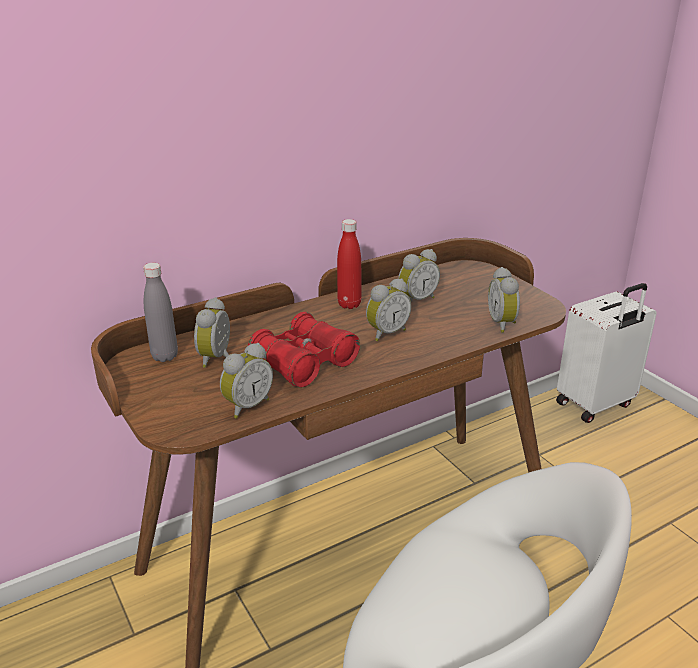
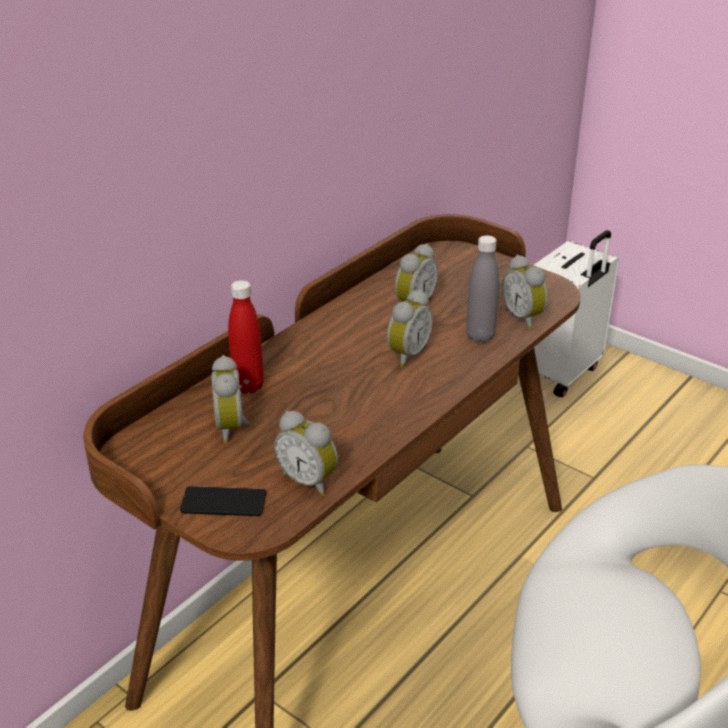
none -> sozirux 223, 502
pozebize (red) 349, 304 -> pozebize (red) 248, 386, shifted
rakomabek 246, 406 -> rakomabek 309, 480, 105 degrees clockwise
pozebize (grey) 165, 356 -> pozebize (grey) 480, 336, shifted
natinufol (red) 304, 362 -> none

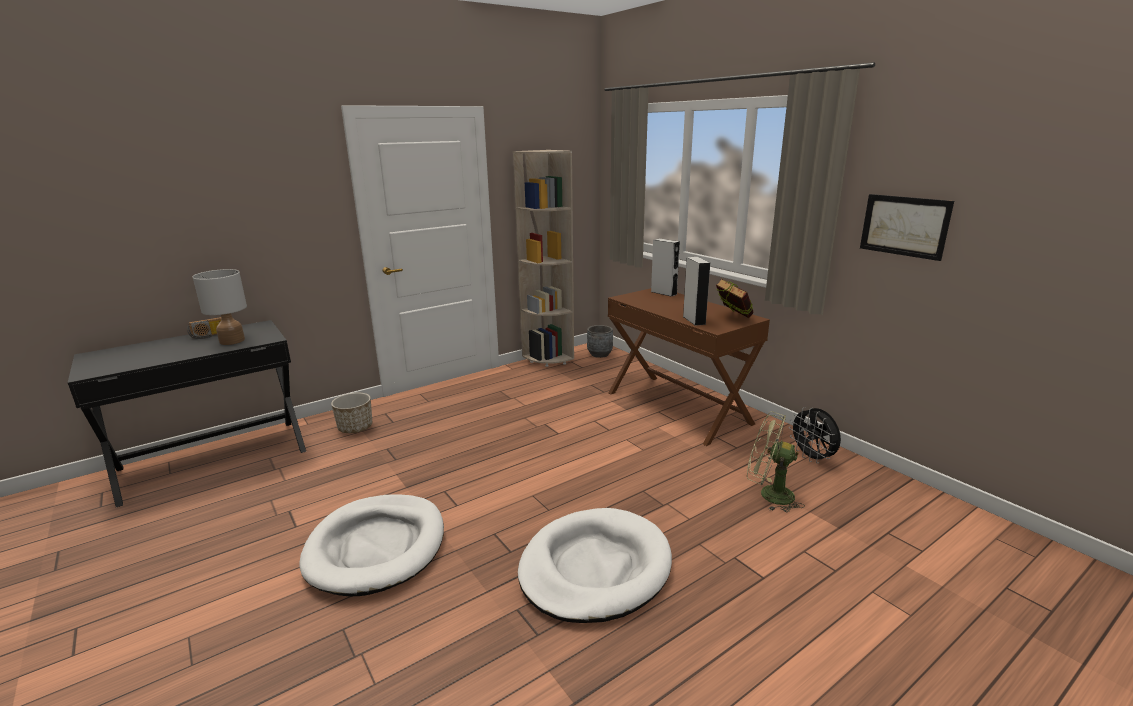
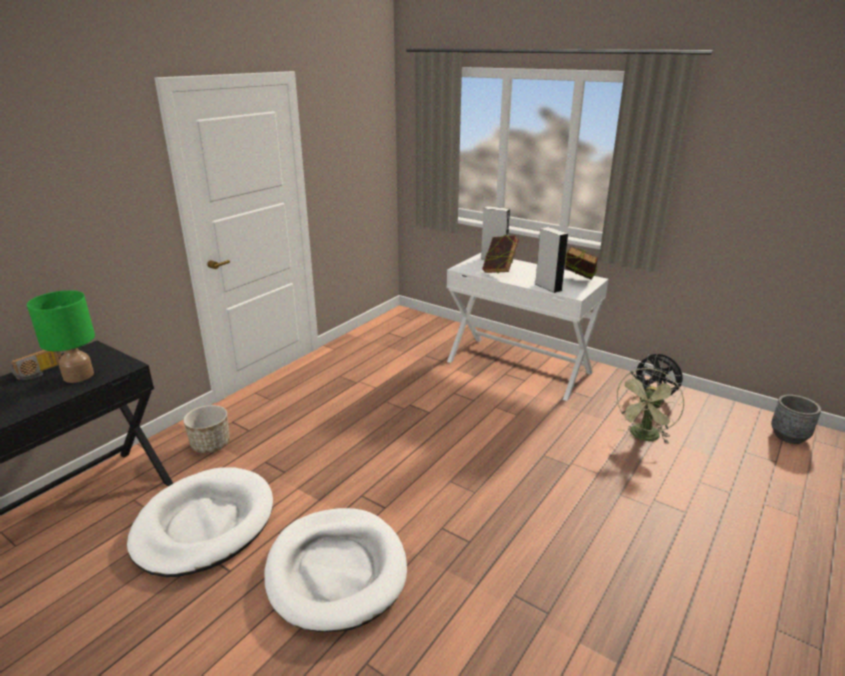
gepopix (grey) 231, 341 -> gepopix (green) 78, 376
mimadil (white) 594, 568 -> mimadil (white) 204, 524, shifted
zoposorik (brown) 678, 407 -> zoposorik (white) 518, 366
none -> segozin 499, 272
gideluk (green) 768, 494 -> gideluk (green) 643, 437, 60 degrees counterclockwise
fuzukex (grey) 599, 354 -> fuzukex (grey) 788, 436, shifted
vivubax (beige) 548, 362 -> none
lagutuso 904, 226 -> none

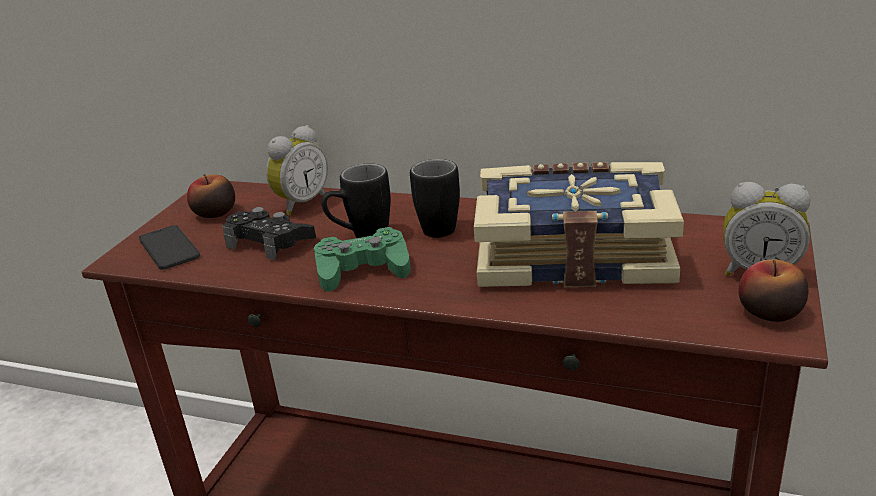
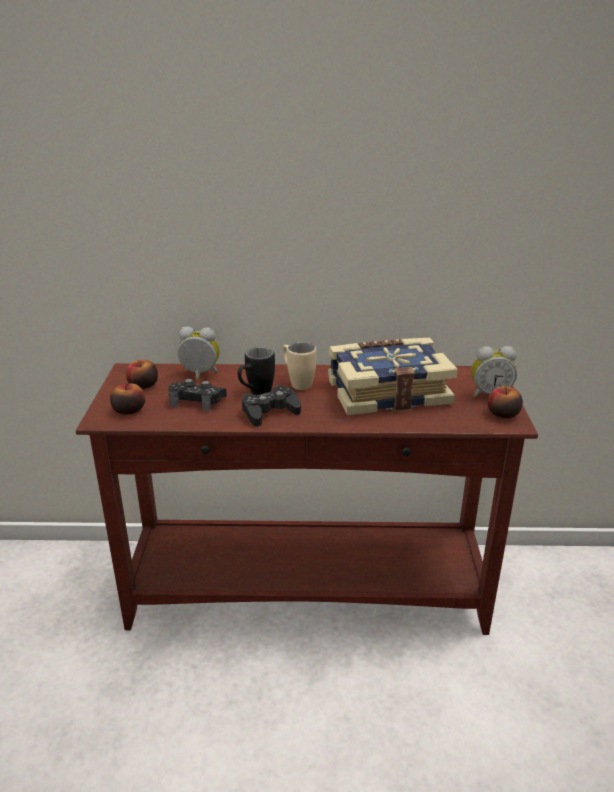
sozirux 169, 248 -> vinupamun 129, 410
rakomabek 301, 203 -> rakomabek 199, 375, 105 degrees counterclockwise
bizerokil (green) 363, 269 -> bizerokil (black) 270, 412
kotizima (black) 434, 225 -> kotizima (beige) 297, 382

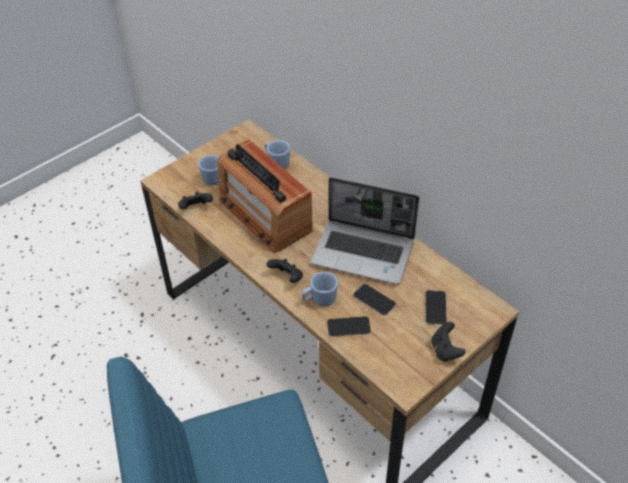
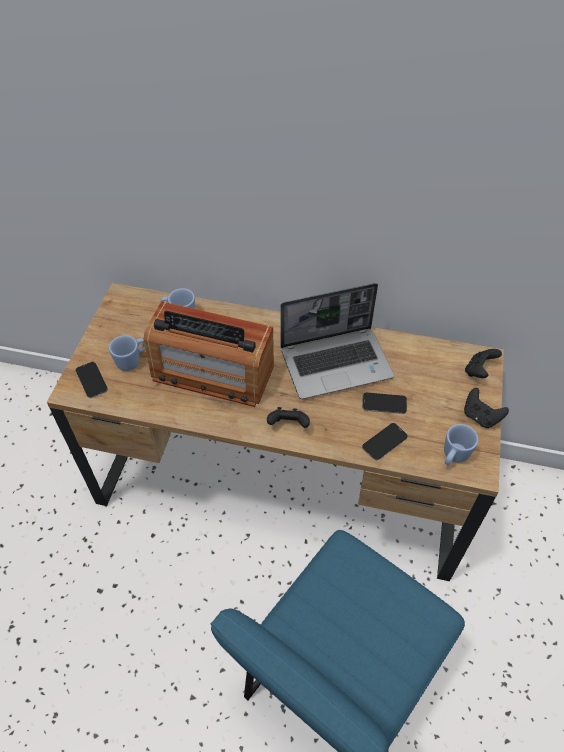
sozirux 435, 308 -> sozirux 91, 380, shifted
kotizima (blue) 319, 300 -> kotizima (blue) 453, 457, shifted
bizerokil (black) 196, 208 -> bizerokil (black) 478, 371, shifted

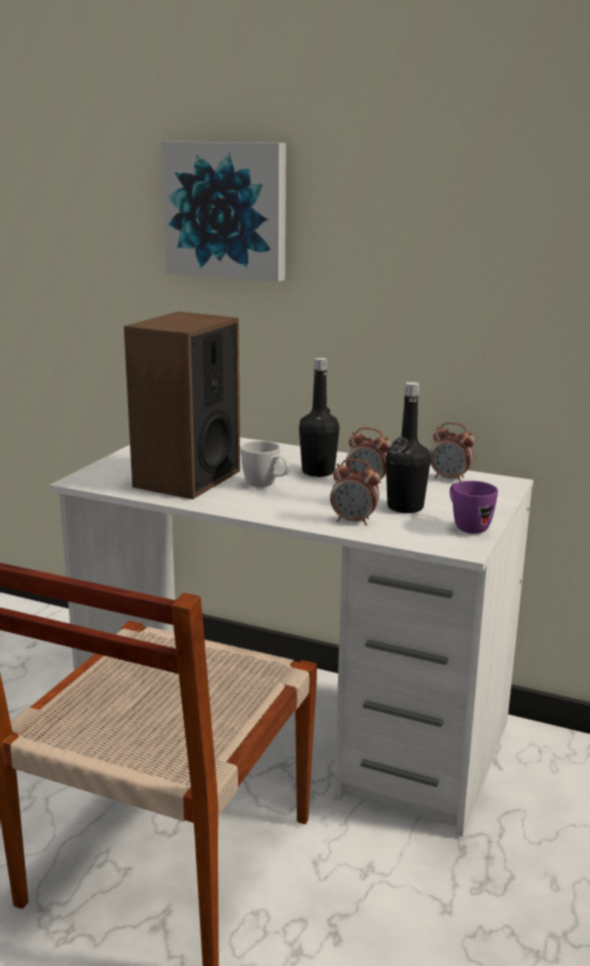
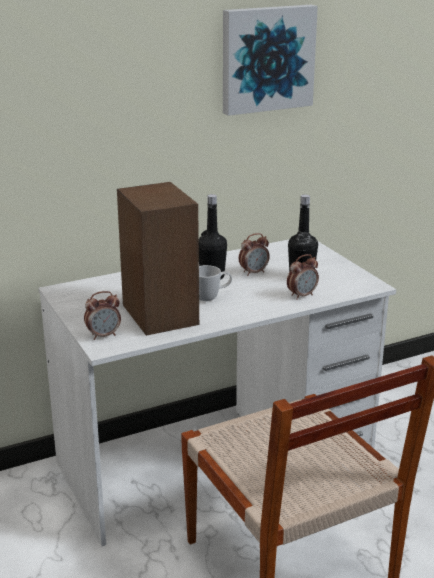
rakomabek 450, 478 -> rakomabek 103, 335, shifted
lagutuso 227, 210 -> lagutuso 266, 58, shifted
kotizima (purple) 466, 527 -> none

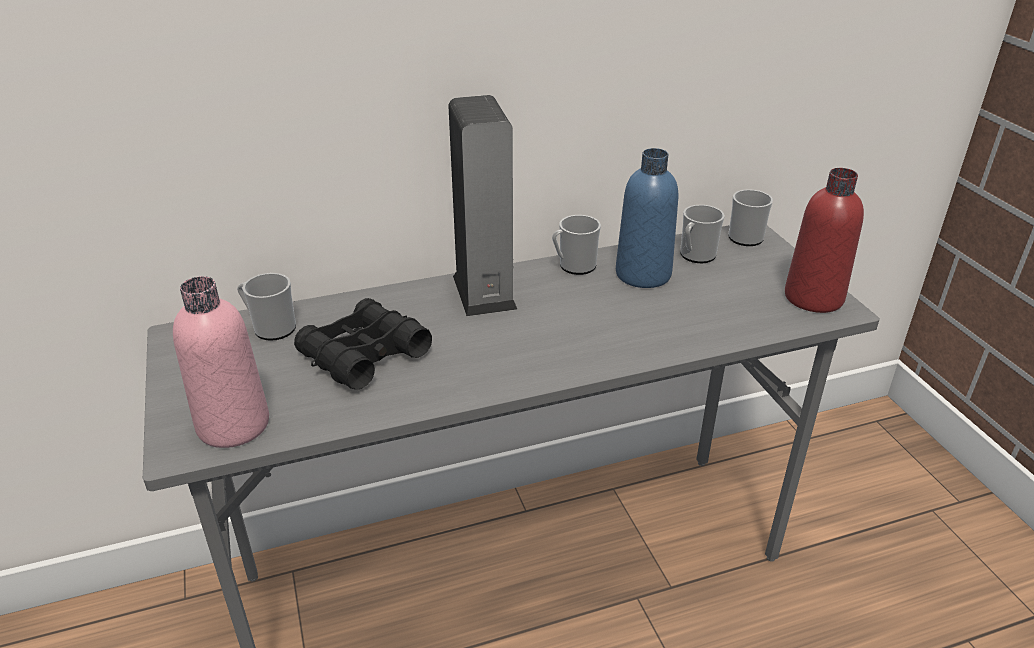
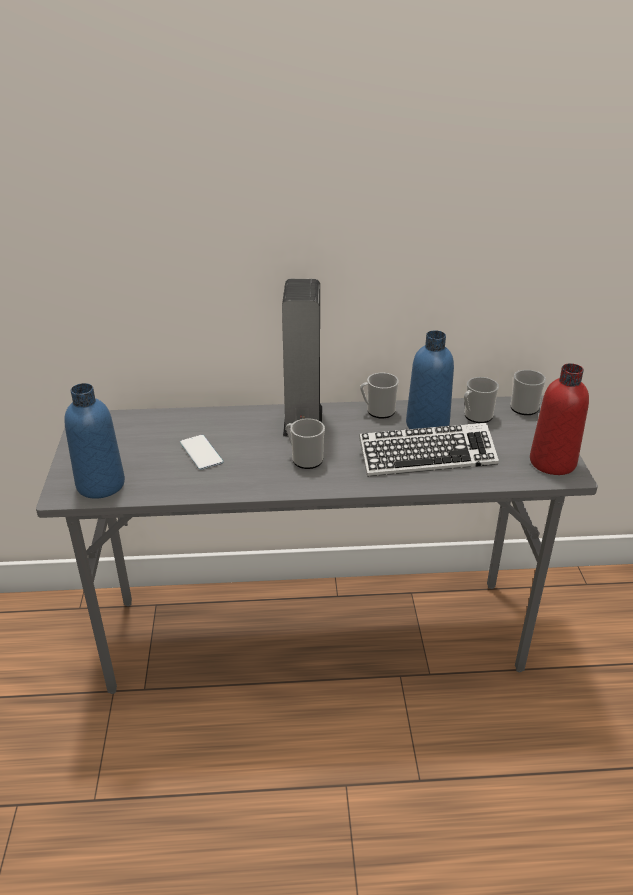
pozebize (pink) 233, 425 -> pozebize (blue) 100, 484
natinufol (black) 364, 355 -> sozirux 201, 452
kotizima 270, 328 -> kotizima 304, 459, shifted
none -> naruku 427, 456

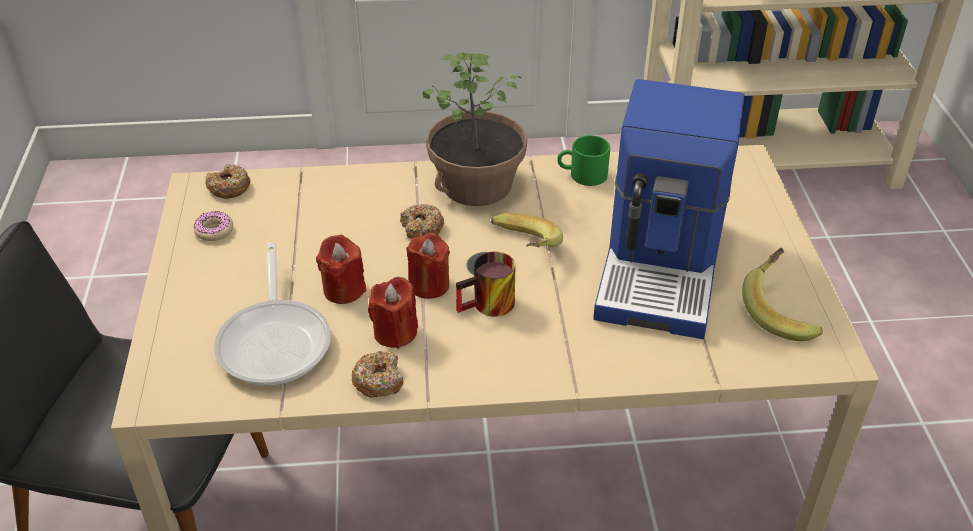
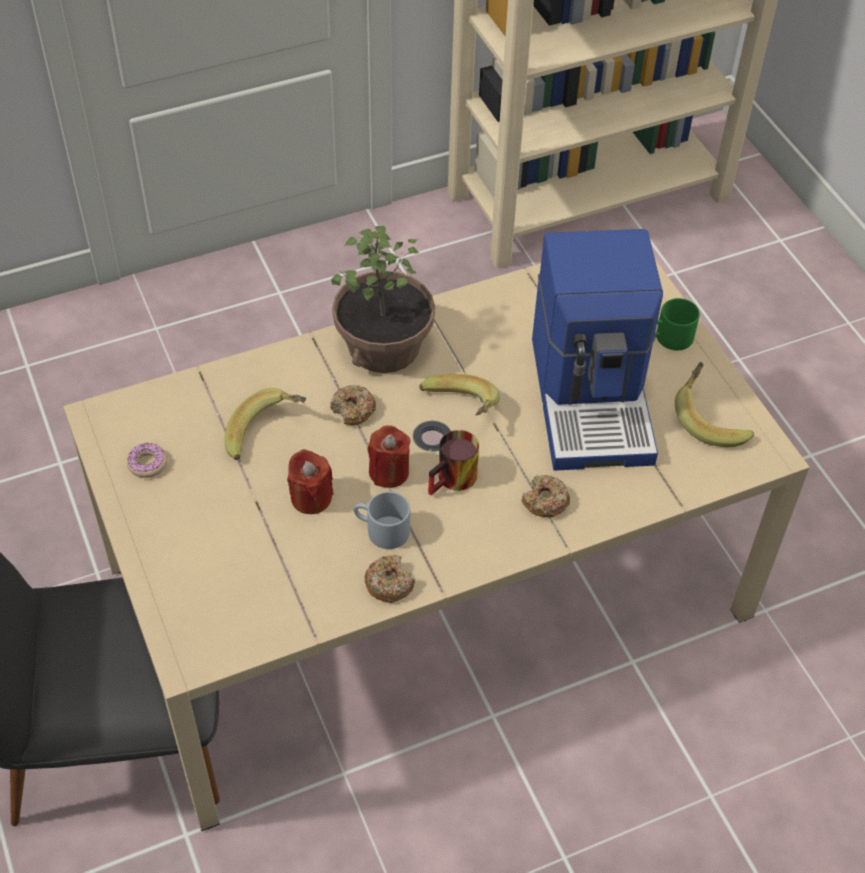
none -> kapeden 266, 435
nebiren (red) 395, 332 -> kotizima (grey) 381, 530
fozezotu 229, 188 -> fozezotu 545, 501, shifted
kotizima (green) 582, 175 -> kotizima (green) 668, 338, shifted
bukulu 276, 340 -> none

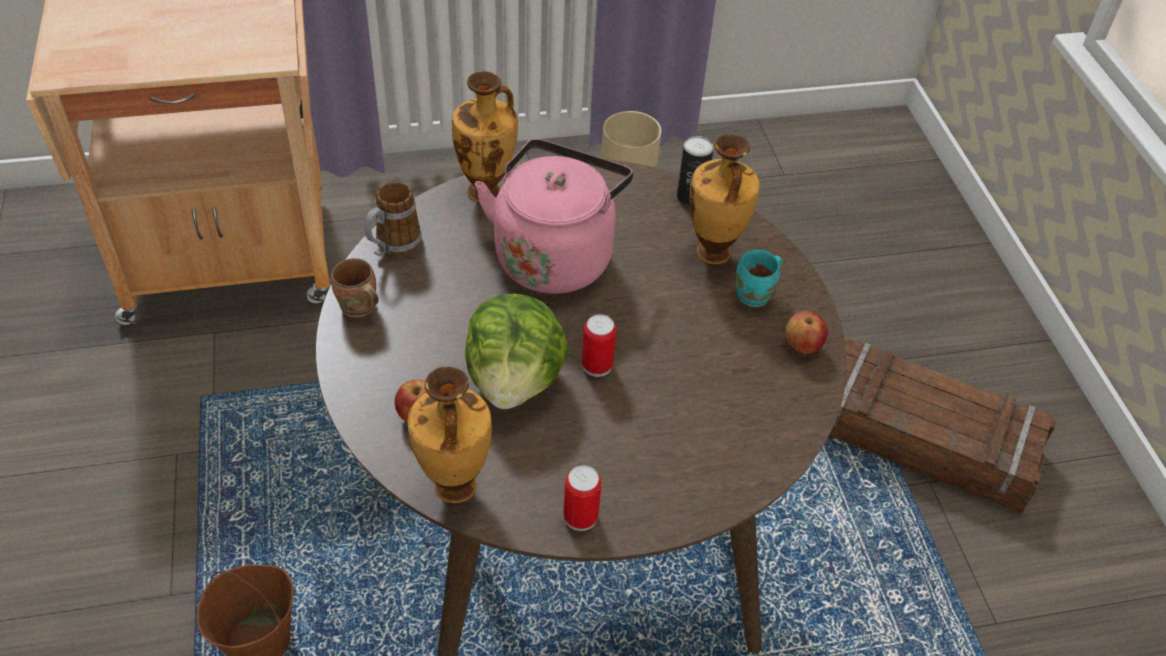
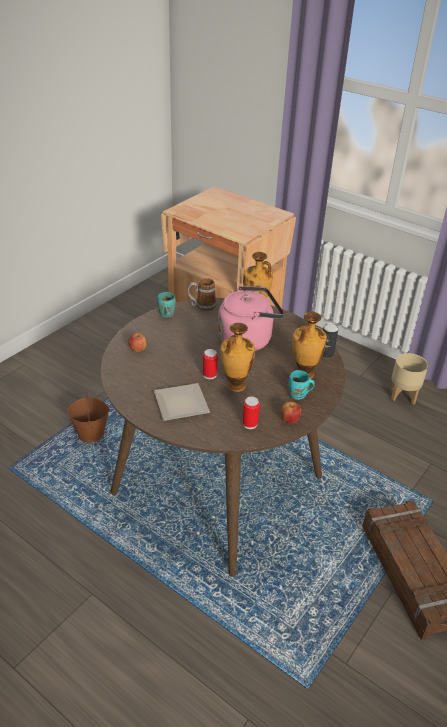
none -> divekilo 179, 403
kotizima (brown) 358, 309 -> kotizima (turquoise) 165, 314
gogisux 454, 489 -> gogisux 235, 386, shifted
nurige 580, 517 -> nurige 250, 424, shifted
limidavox 515, 380 -> none

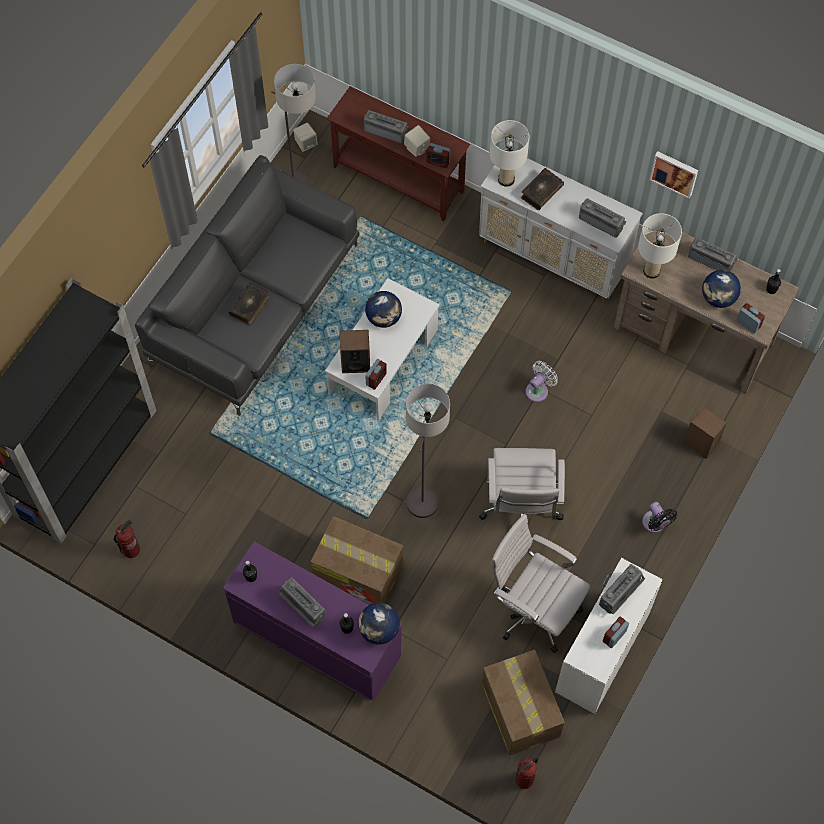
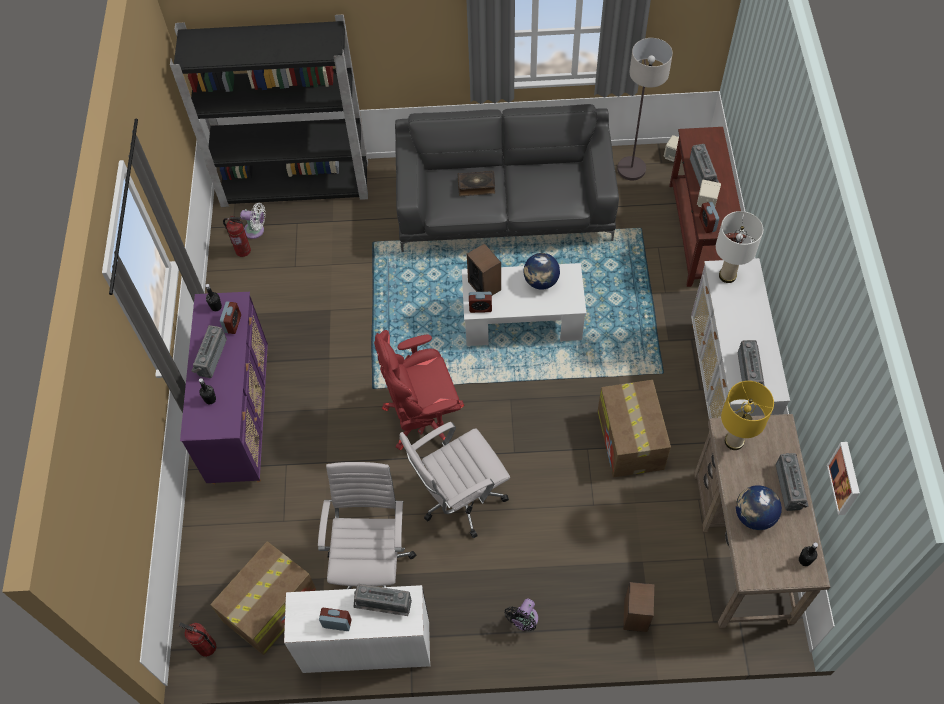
rakomabek 748, 323 -> rakomabek 233, 324, shifted
gideluk (white) 538, 390 -> gideluk (white) 256, 230, shifted
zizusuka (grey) 424, 493 -> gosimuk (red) 424, 417
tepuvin 359, 572 -> tepuvin 630, 441, shifted
gepopix (white) 652, 271 -> gepopix (yellow) 734, 441
lagutuso 674, 173 -> lagutuso 846, 478, shifted
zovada 379, 630 -> none
segozin 541, 192 -> none

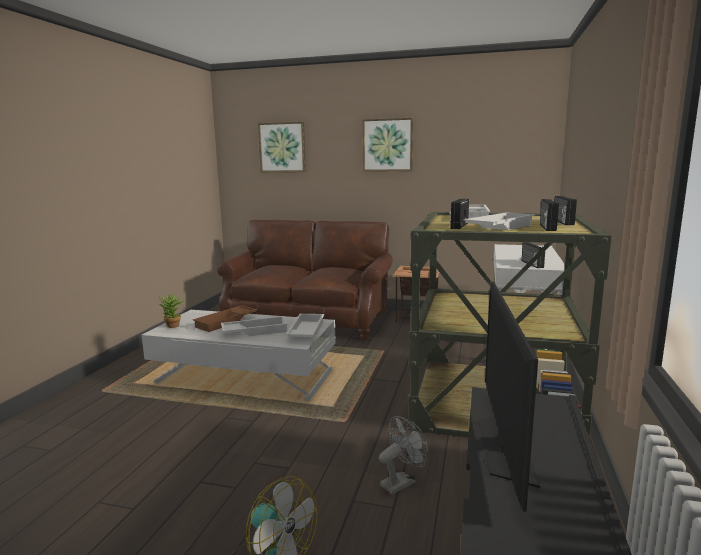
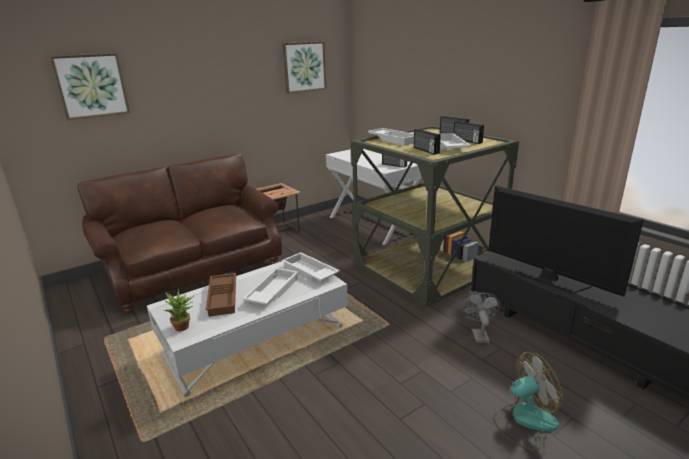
lagutuso 387, 145 -> lagutuso 304, 67, shifted

